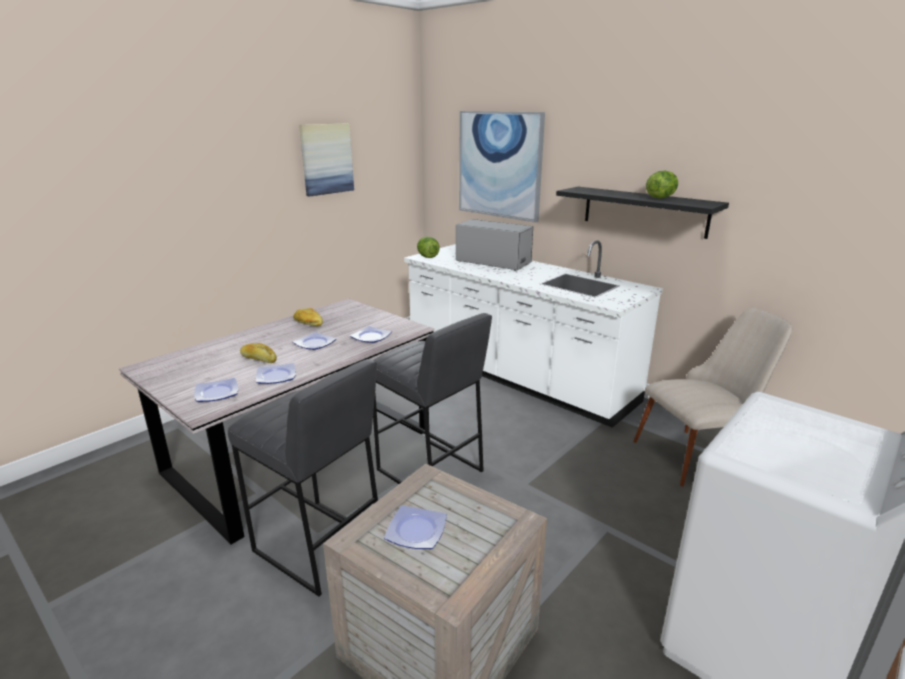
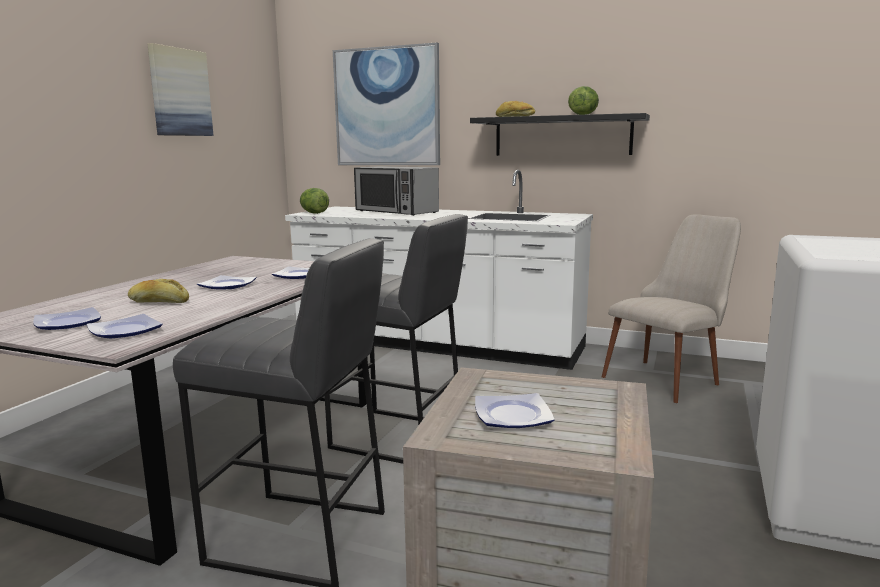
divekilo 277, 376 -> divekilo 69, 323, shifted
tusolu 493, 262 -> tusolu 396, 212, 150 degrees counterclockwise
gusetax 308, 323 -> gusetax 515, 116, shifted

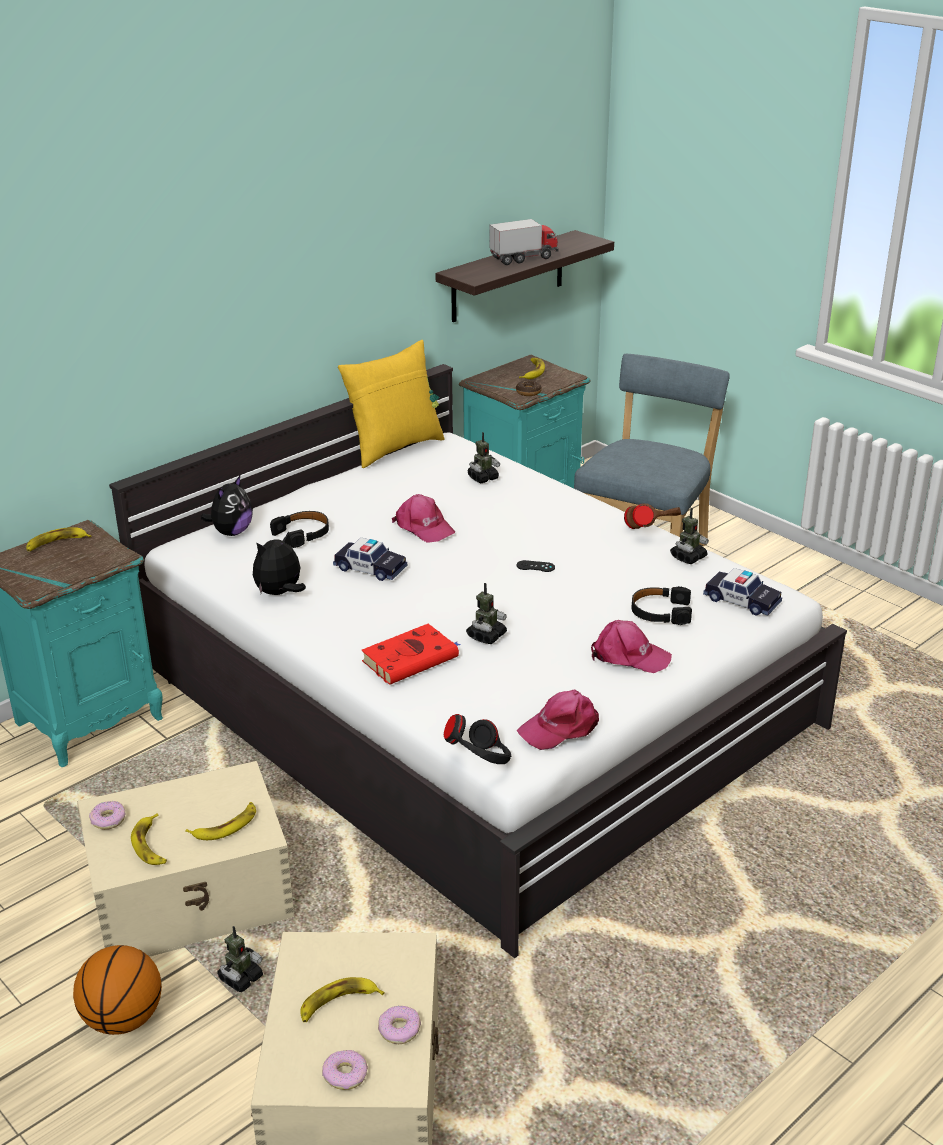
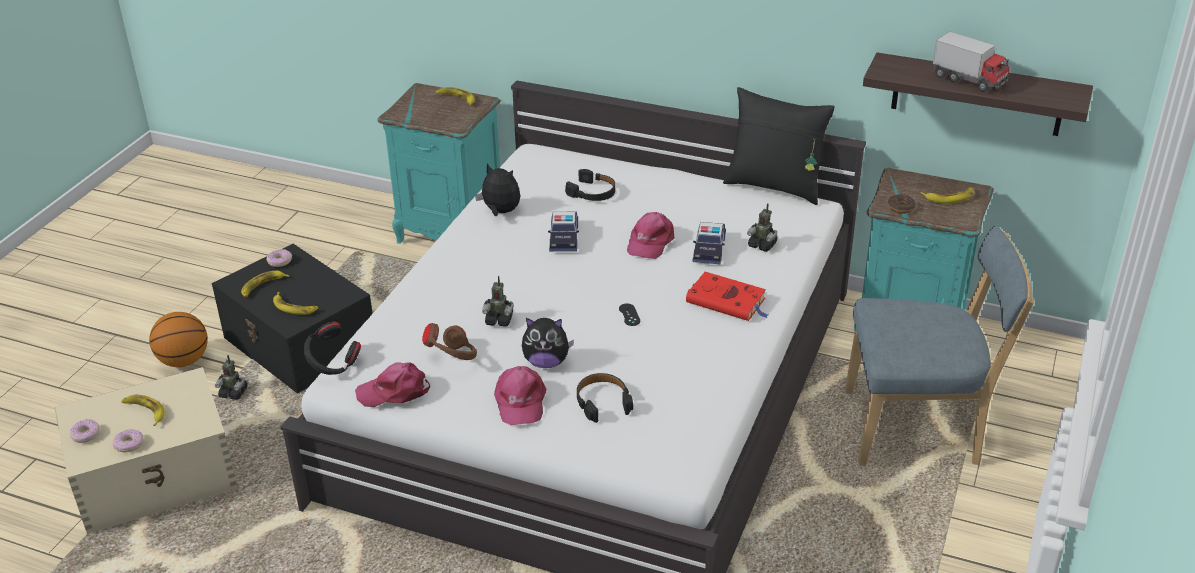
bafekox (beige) 193, 895 -> bafekox (black) 300, 344
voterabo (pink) 561, 728 -> voterabo (pink) 394, 391, 45 degrees counterclockwise
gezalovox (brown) 652, 531 -> gezalovox (brown) 453, 359, shifted
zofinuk 231, 532 -> zofinuk 546, 362, shifted
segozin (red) 412, 658 -> segozin (red) 728, 301, shifted
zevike 741, 601 -> zevike 709, 249, shifted
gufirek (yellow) 395, 449 -> gufirek (black) 774, 187
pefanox 688, 557 -> none

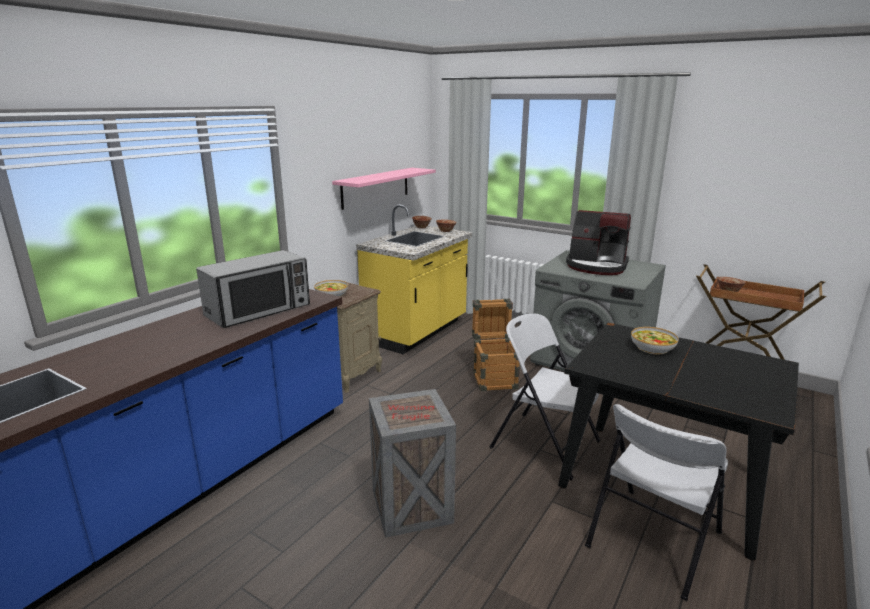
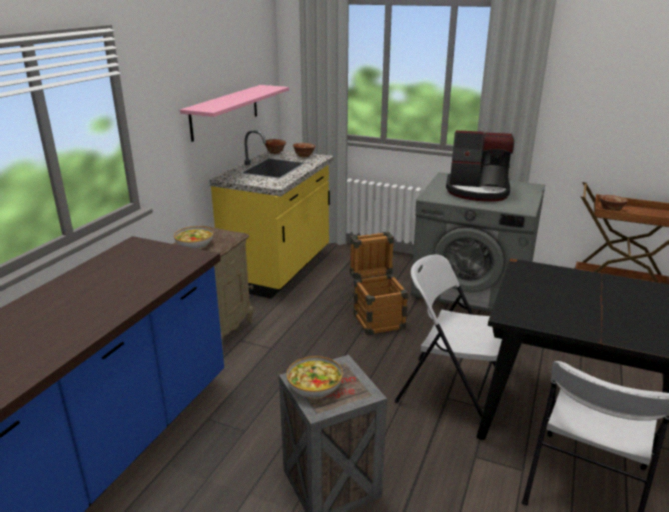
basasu 652, 348 -> basasu 314, 387, shifted
tusolu 259, 311 -> none

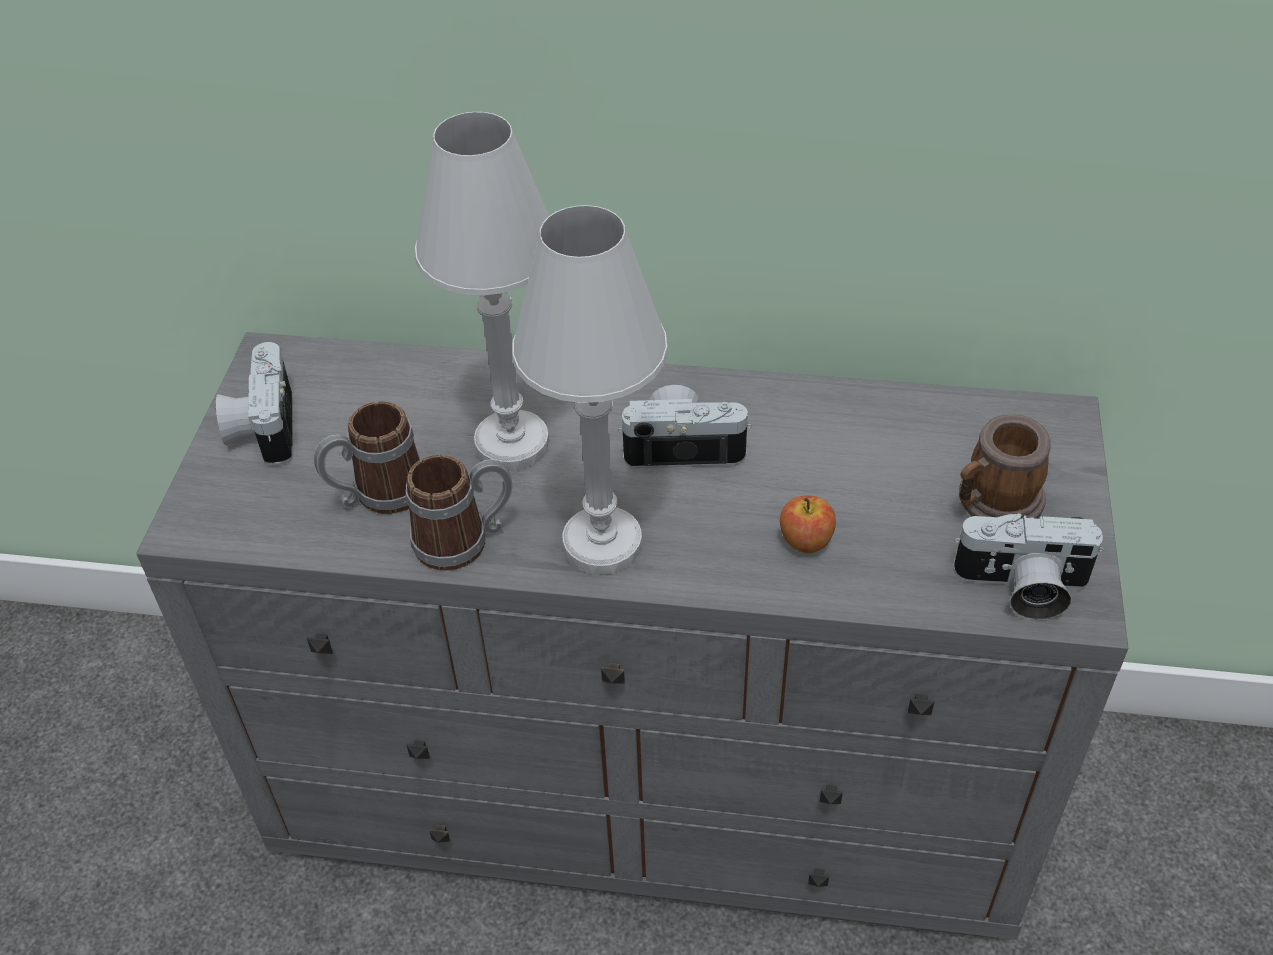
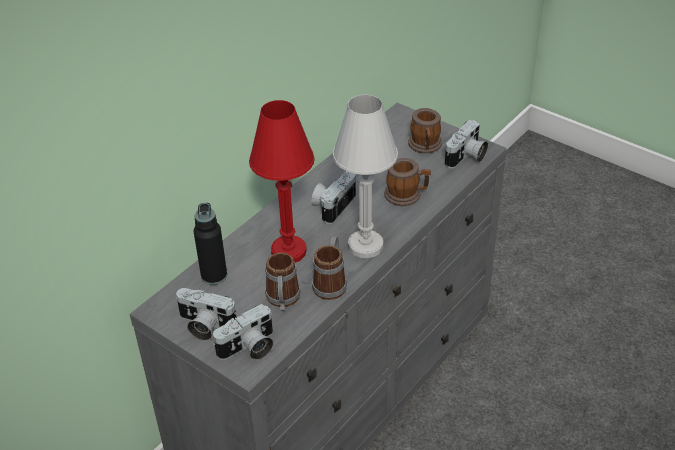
none -> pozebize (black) 214, 276
none -> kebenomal 249, 348
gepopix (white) 512, 444 -> gepopix (red) 289, 251
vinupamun 805, 541 -> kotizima 406, 195

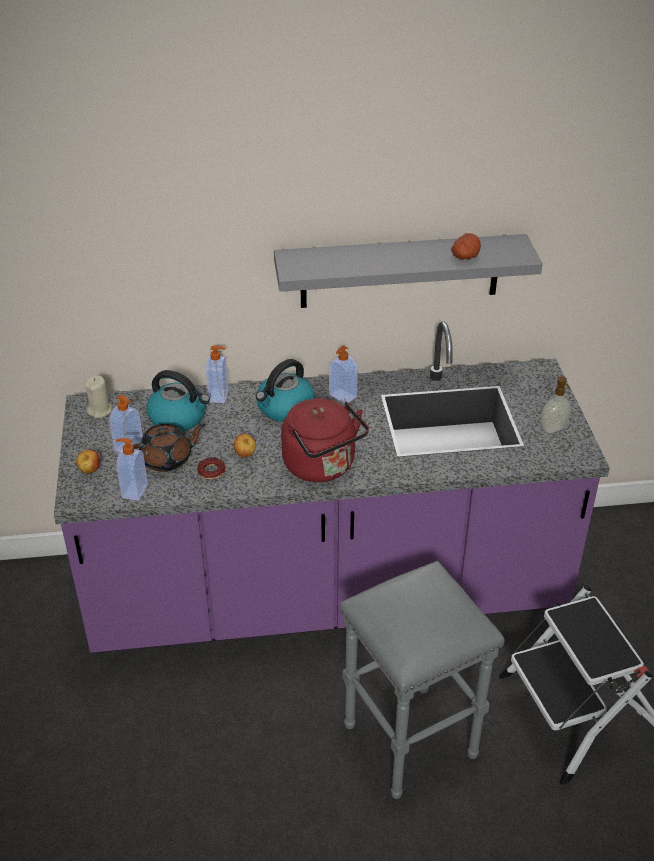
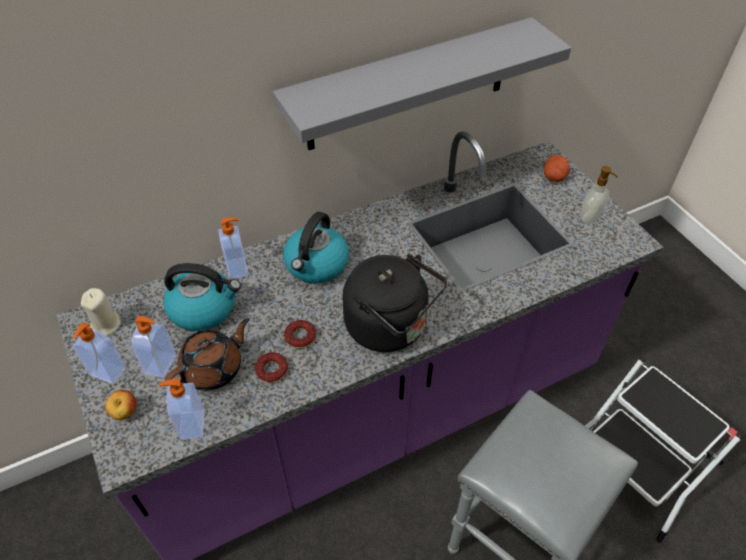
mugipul 342, 396 -> mugipul 107, 372, shifted
vinupamun 245, 455 -> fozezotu 300, 337
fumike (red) 322, 467 -> fumike (black) 391, 327
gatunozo 465, 256 -> gatunozo 554, 177, shifted

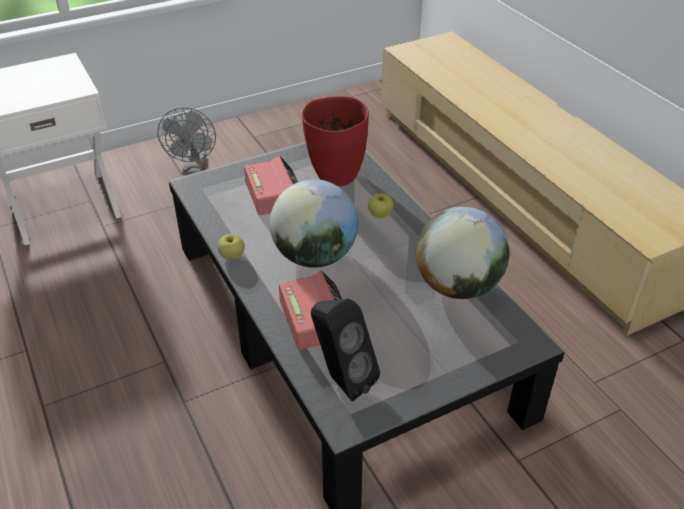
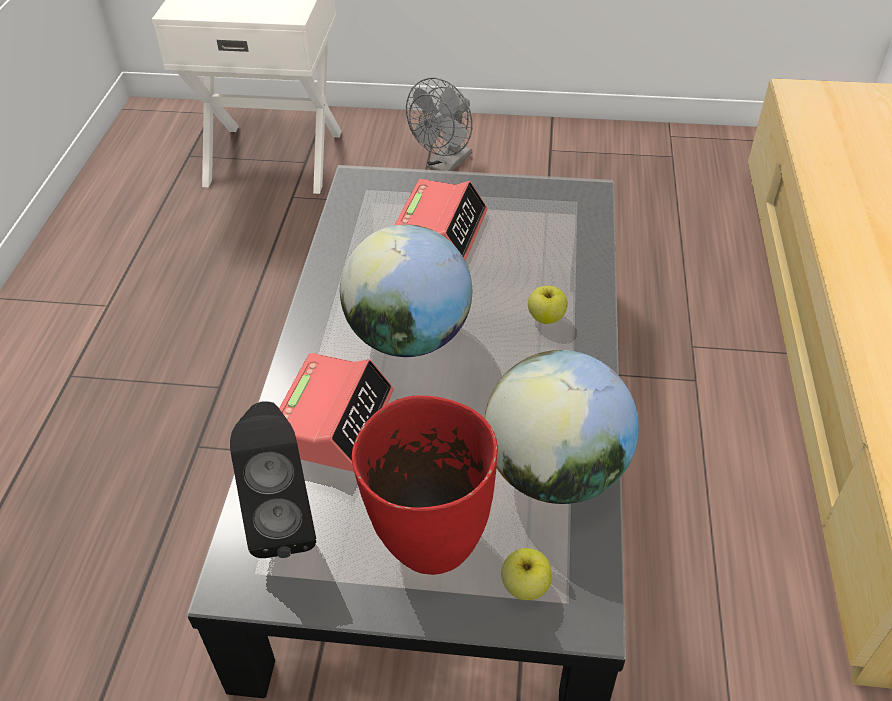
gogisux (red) 336, 176 -> gogisux (red) 429, 542, shifted
vinupamun 232, 256 -> vinupamun 525, 586, shifted

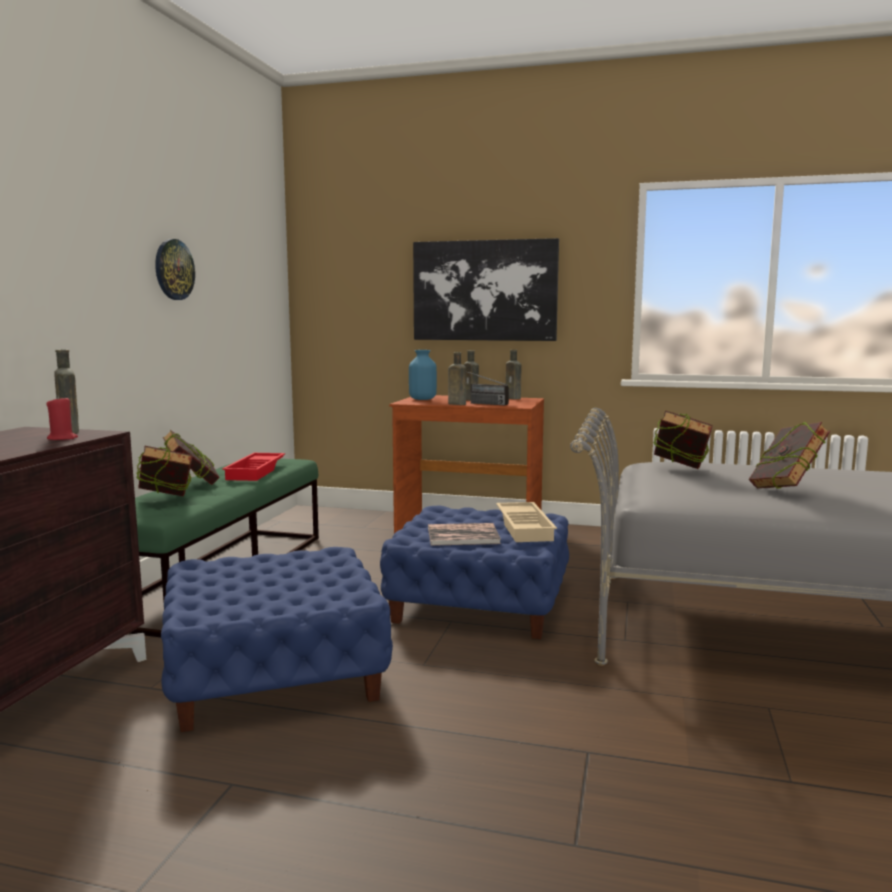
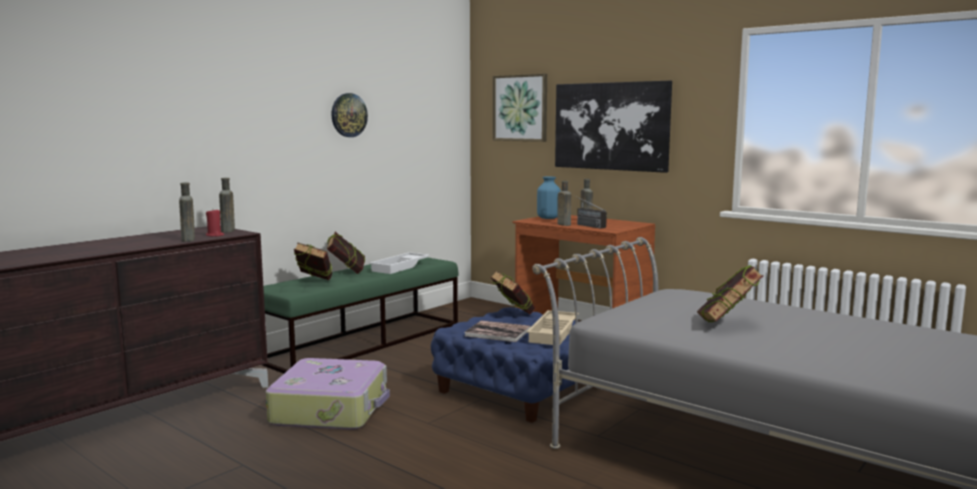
pozebize (brown) 514, 398 -> pozebize (brown) 188, 240, shifted
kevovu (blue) 275, 672 -> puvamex 331, 409
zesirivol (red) 256, 472 -> zesirivol (white) 400, 267
segozin 680, 471 -> segozin 512, 314, shifted
none -> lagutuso 520, 108

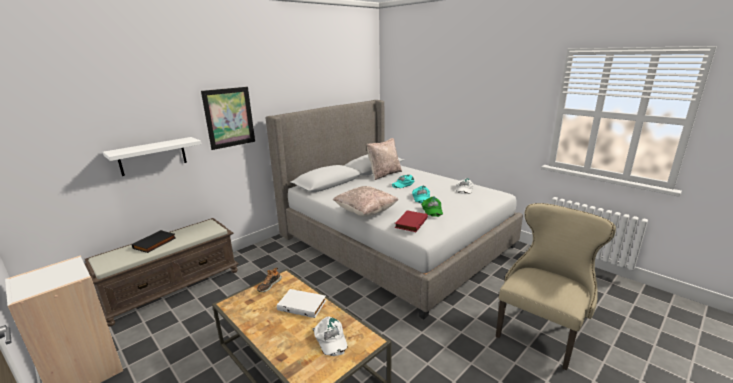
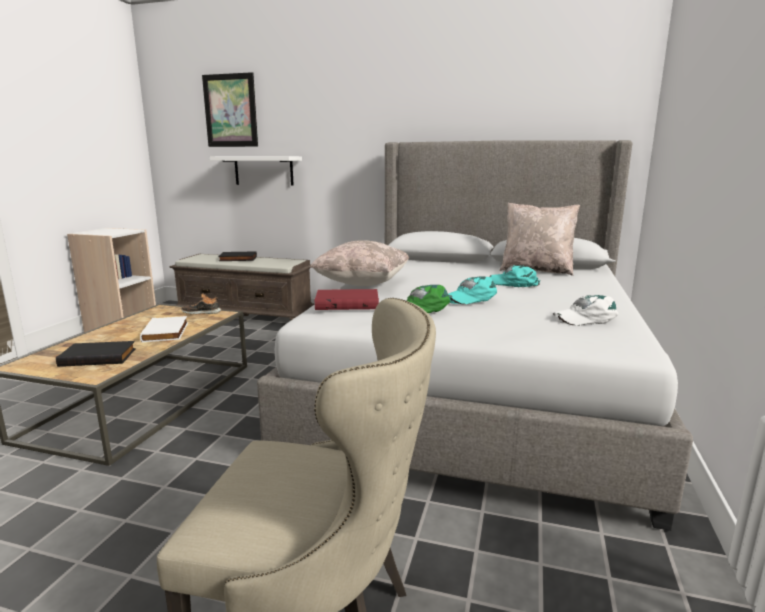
voterabo (white) 330, 339 -> segozin (black) 99, 357
lagutuso 229, 117 -> lagutuso 230, 111, shifted

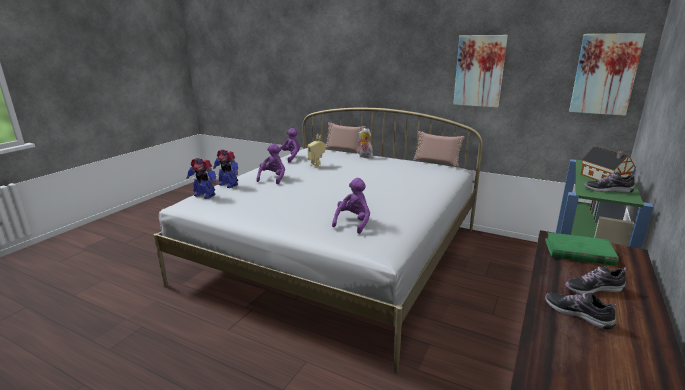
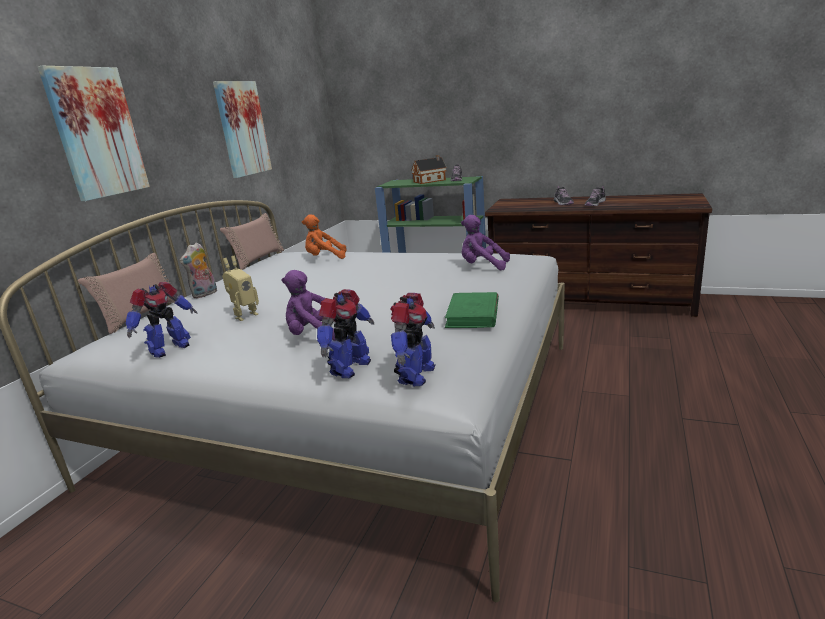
lagutuso 604, 74 -> lagutuso 96, 133, shifted
zofinuk (purple) 290, 158 -> pefanox 169, 349
none -> zofinuk (orange) 324, 258
segozin (green) 578, 252 -> segozin (green) 473, 314, shifted

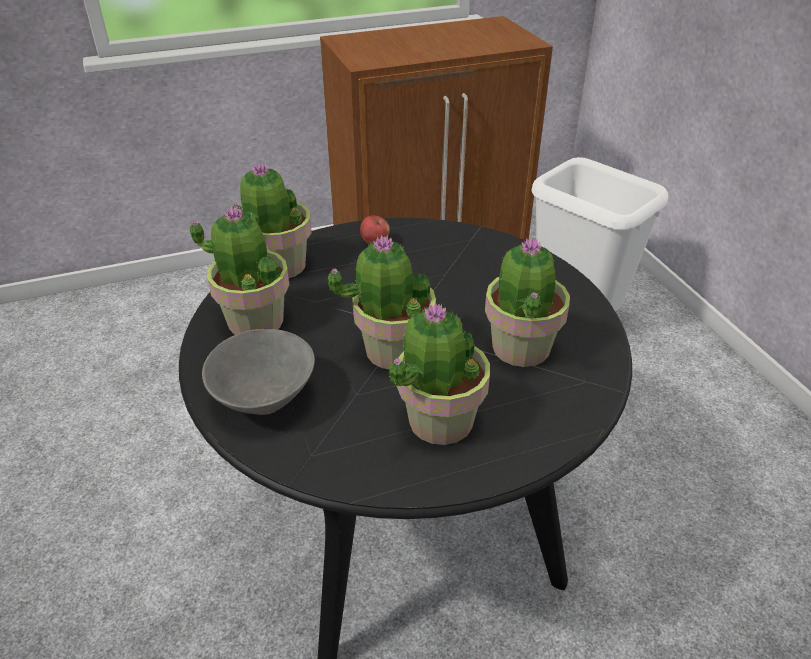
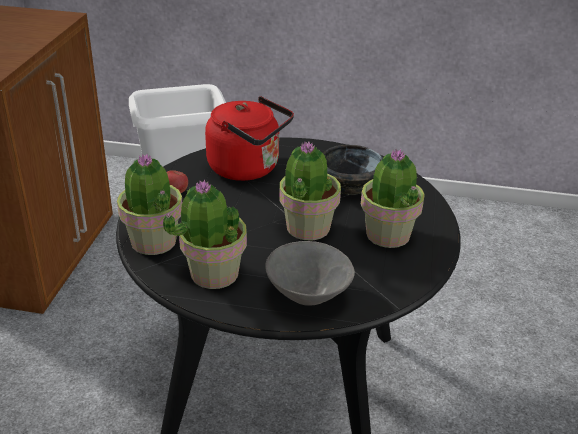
none -> fumike (red) 248, 168
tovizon 520, 348 -> basasu (black) 349, 185

